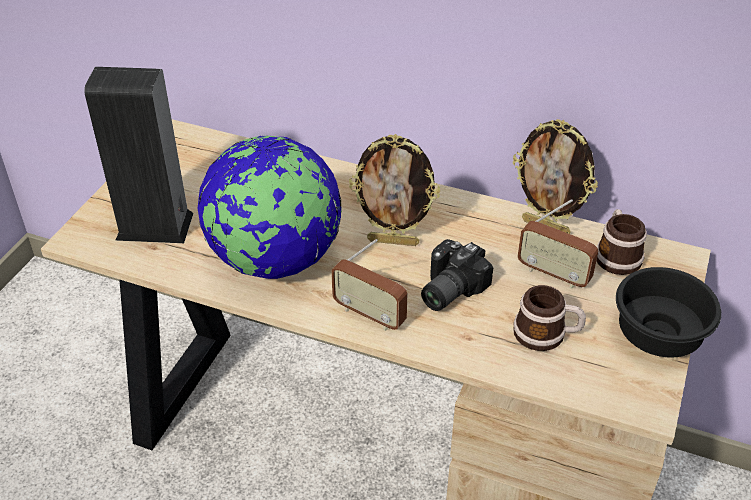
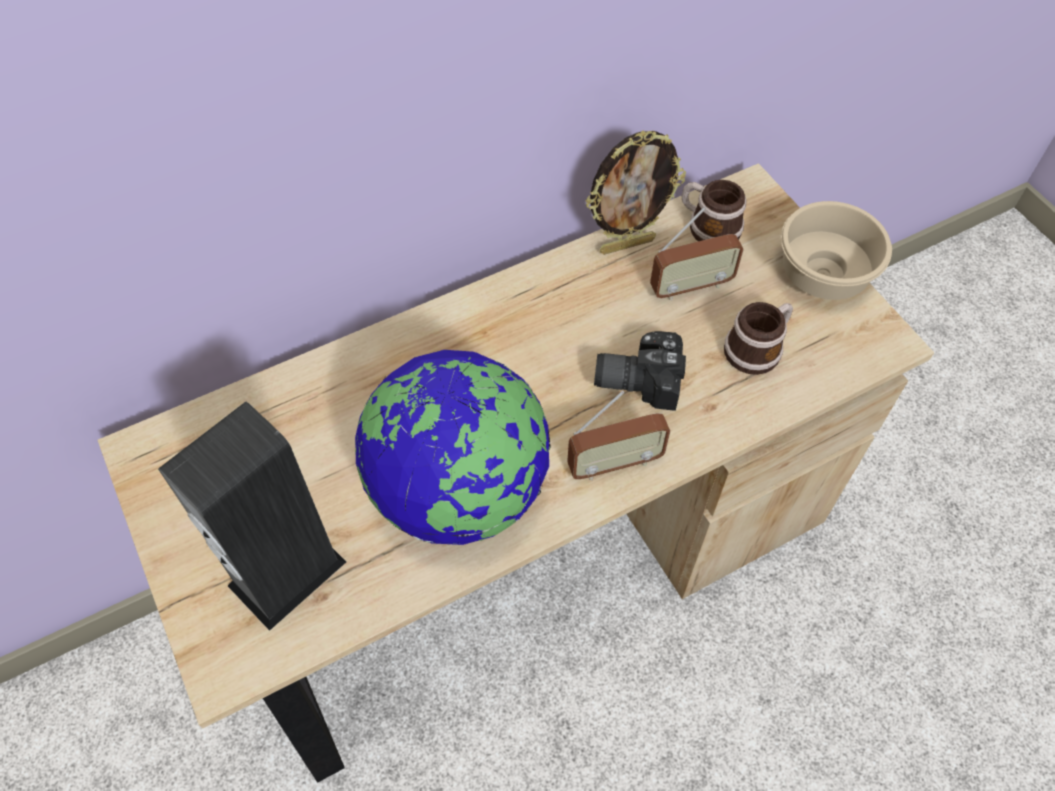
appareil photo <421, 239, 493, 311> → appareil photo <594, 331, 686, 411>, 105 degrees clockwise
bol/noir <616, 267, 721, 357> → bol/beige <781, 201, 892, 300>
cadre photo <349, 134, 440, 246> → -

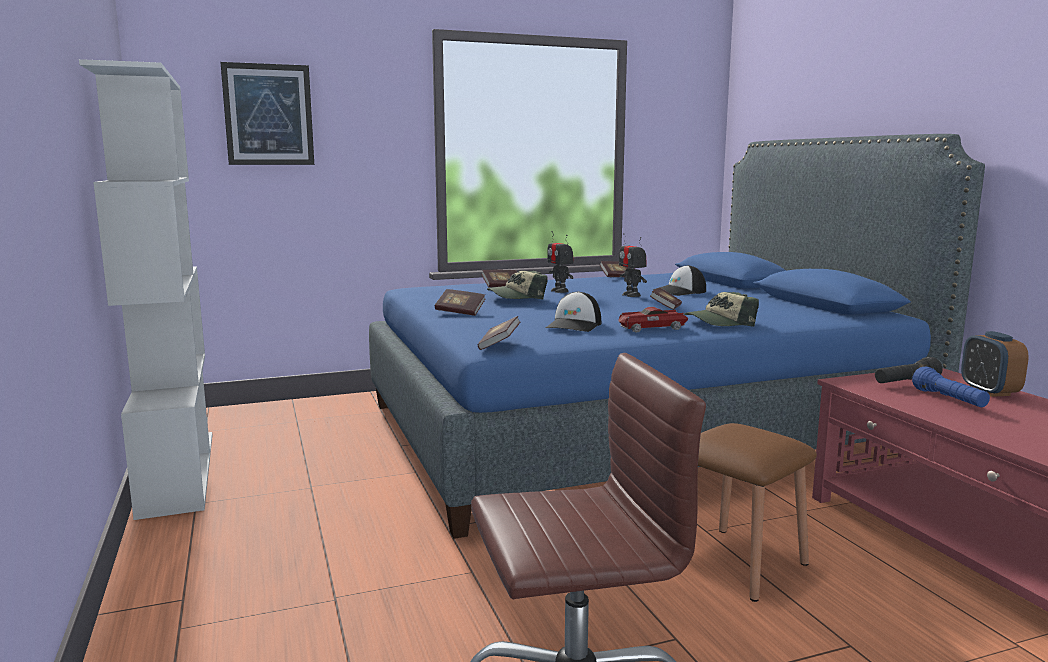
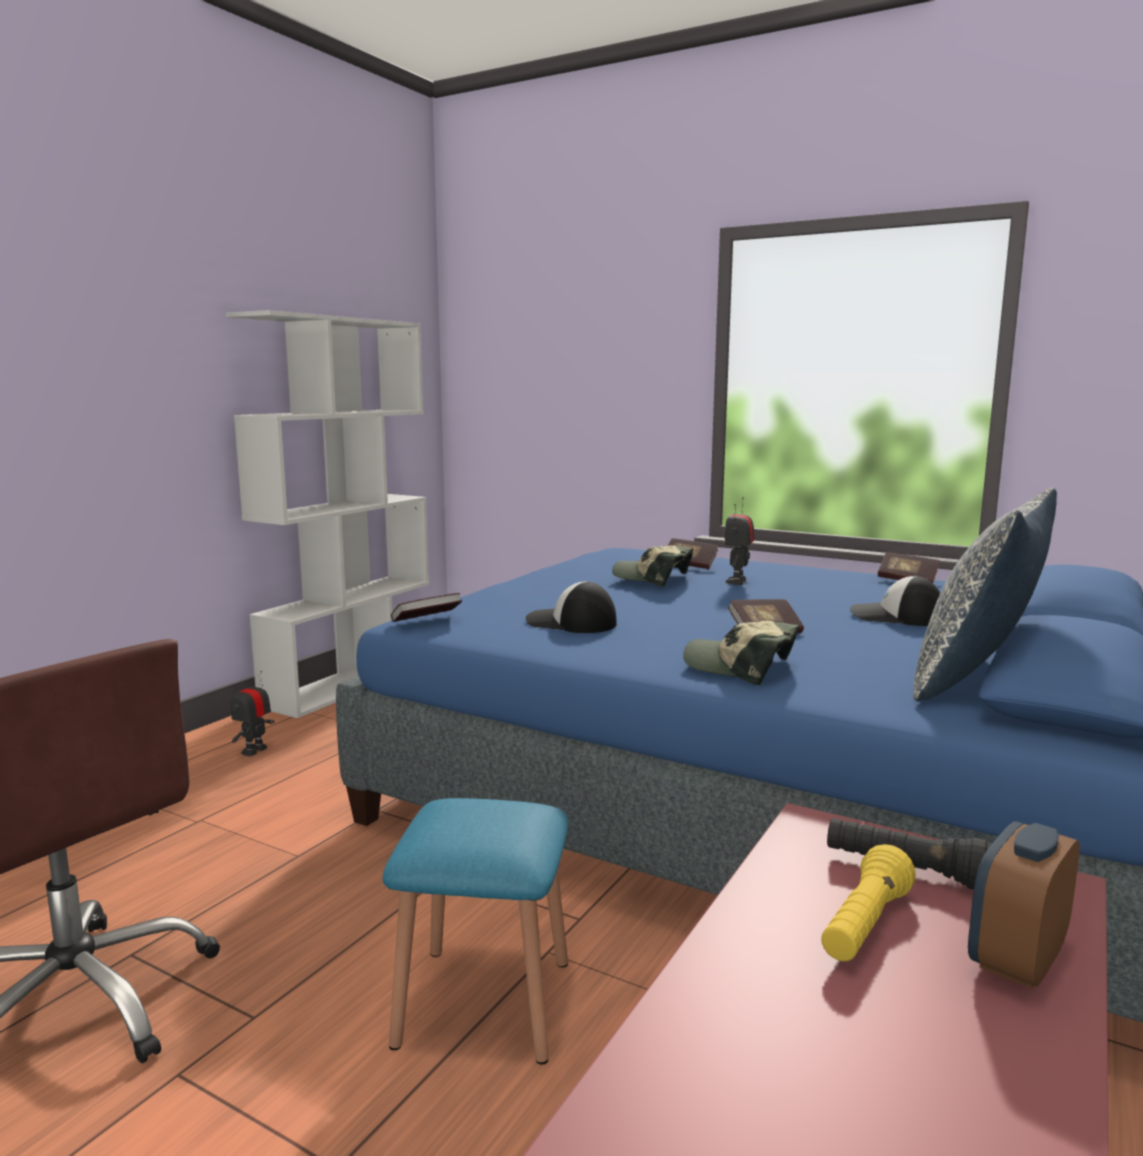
robot jouet <619, 234, 647, 297> → robot jouet <230, 671, 275, 757>, moved
tabouret/marron <698, 423, 817, 602> → tabouret/bleu <382, 798, 568, 1065>
casquette <545, 291, 601, 332> → casquette <525, 581, 617, 633>, 45 degrees clockwise
lampe de poche/bleu <912, 366, 990, 407> → lampe de poche/jaune <821, 844, 916, 962>
- → coussin <913, 488, 1057, 702>
tableau <220, 62, 314, 165> → -
livre <435, 289, 485, 316> → -
petite voiture <618, 307, 688, 332> → -

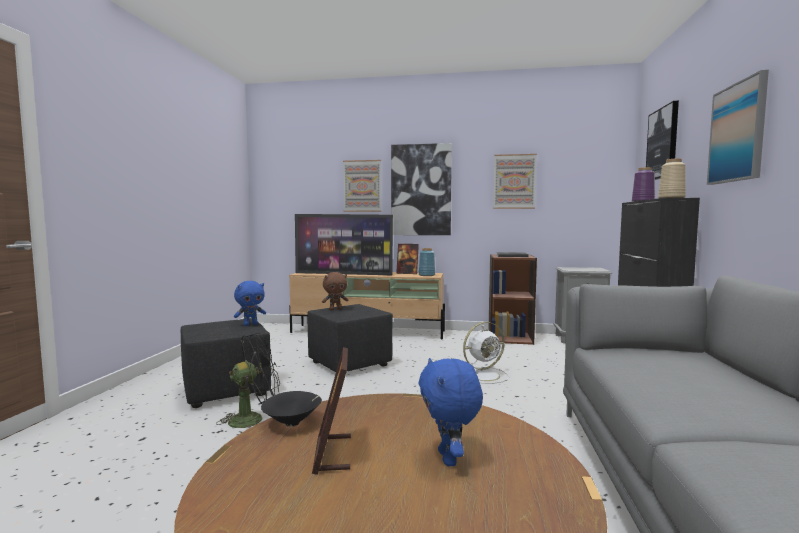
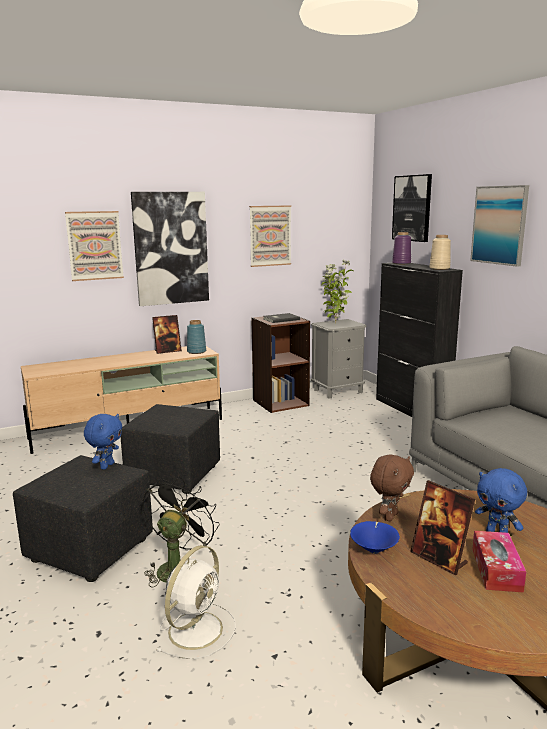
ventilateur/blanc <463, 322, 509, 384> → ventilateur/blanc <157, 545, 236, 660>, moved
- → plante en pot <321, 260, 353, 323>
bol/noir <261, 391, 322, 427> → bol/bleu <350, 521, 400, 554>
peluche/marron <322, 272, 348, 310> → peluche/marron <370, 454, 414, 521>, moved
- → boîte à mouchoirs <472, 531, 526, 593>
téléviseur <295, 214, 393, 275> → -

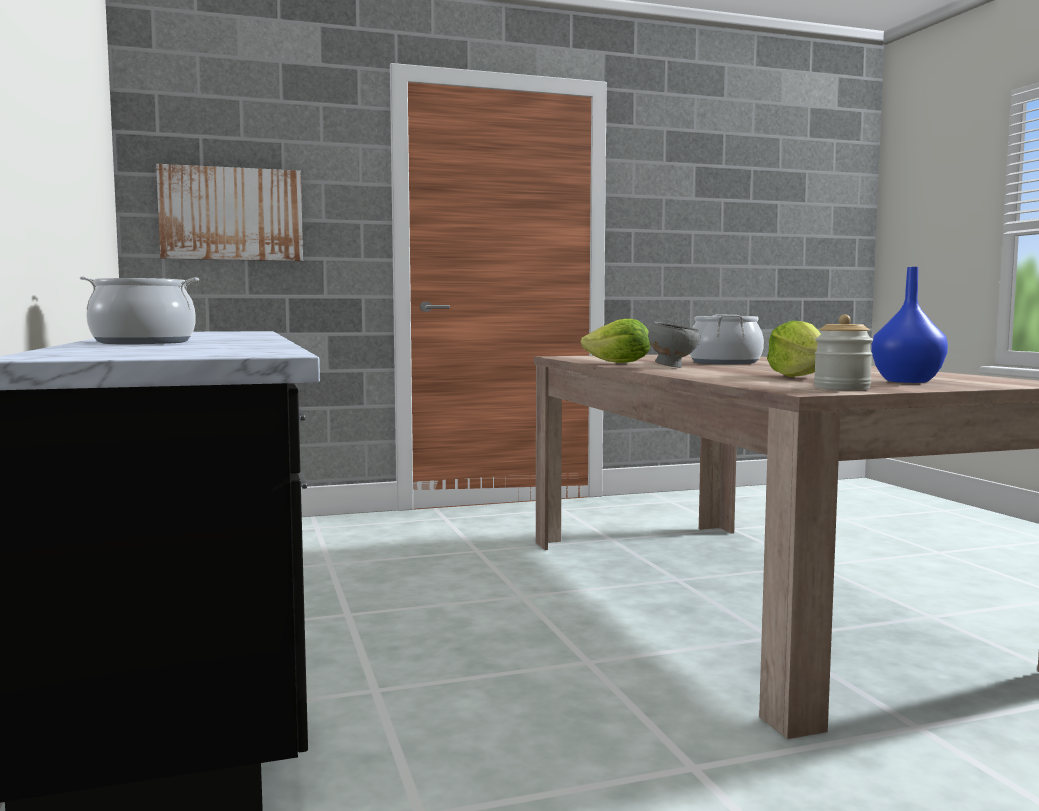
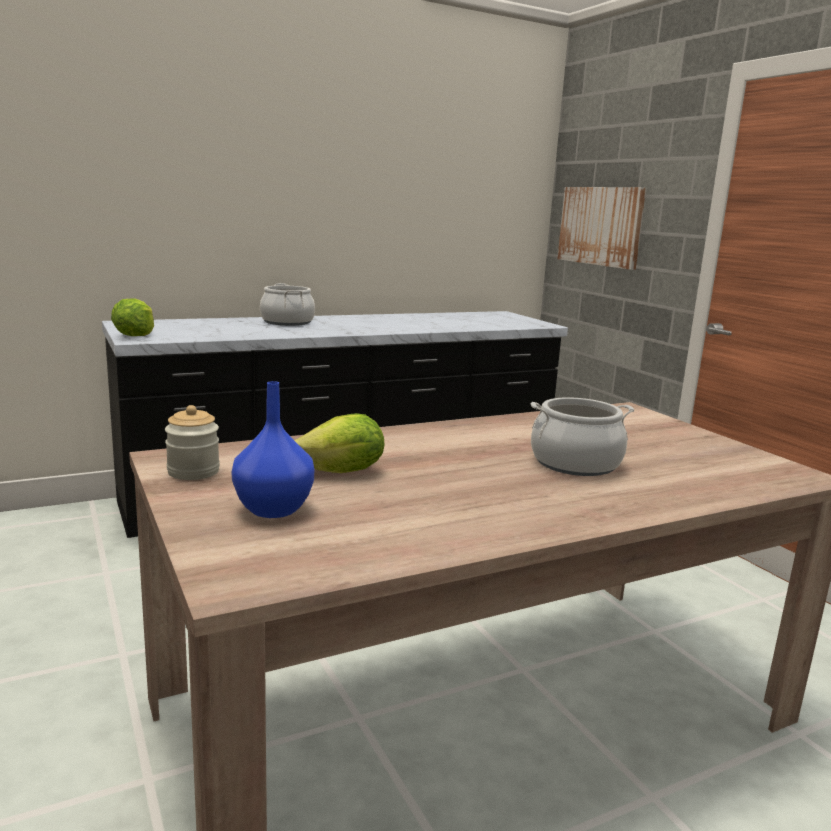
laitue <581, 319, 651, 363> → laitue <111, 298, 154, 336>, moved
bol/gris <648, 322, 700, 368> → -

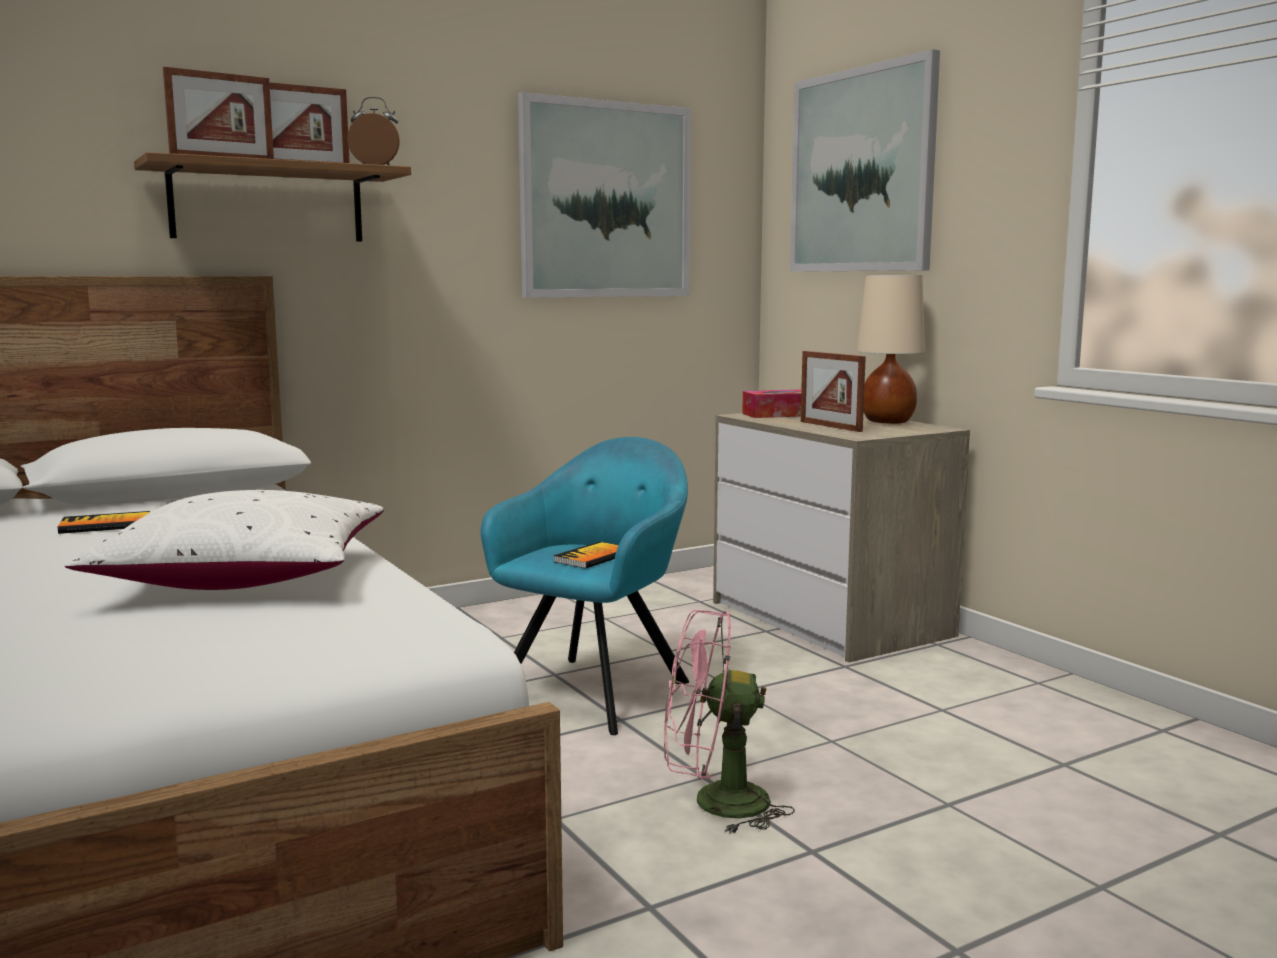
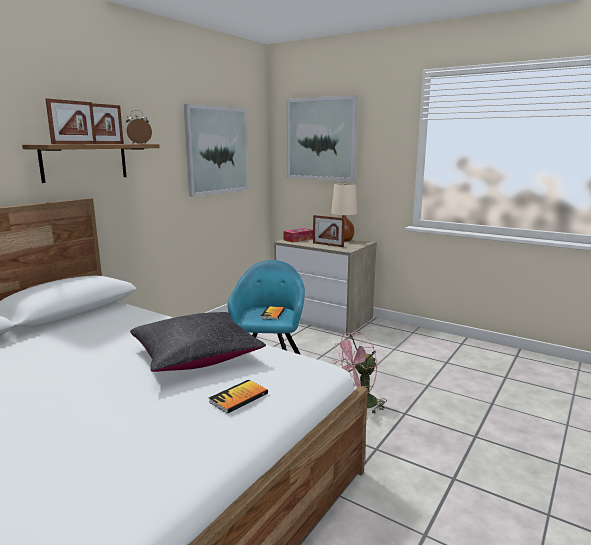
coussin/blanc <64, 490, 384, 590> → coussin/noir <130, 312, 266, 372>
livre <58, 511, 150, 534> → livre <209, 380, 268, 414>, moved

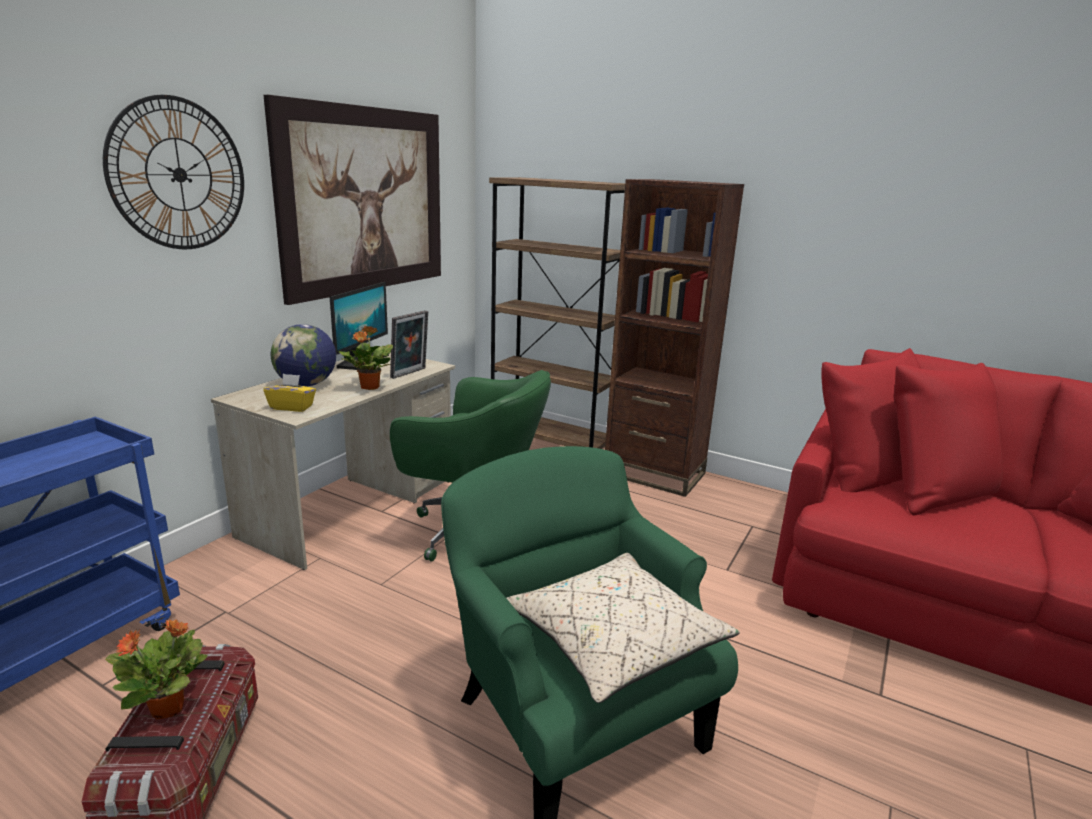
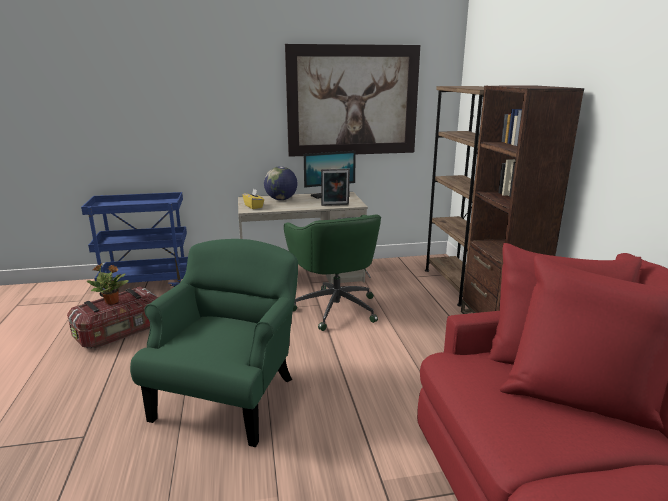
horloge murale <103, 95, 244, 249> → -
plante en pot <339, 326, 393, 390> → -
coussin/beige <507, 553, 740, 703> → -

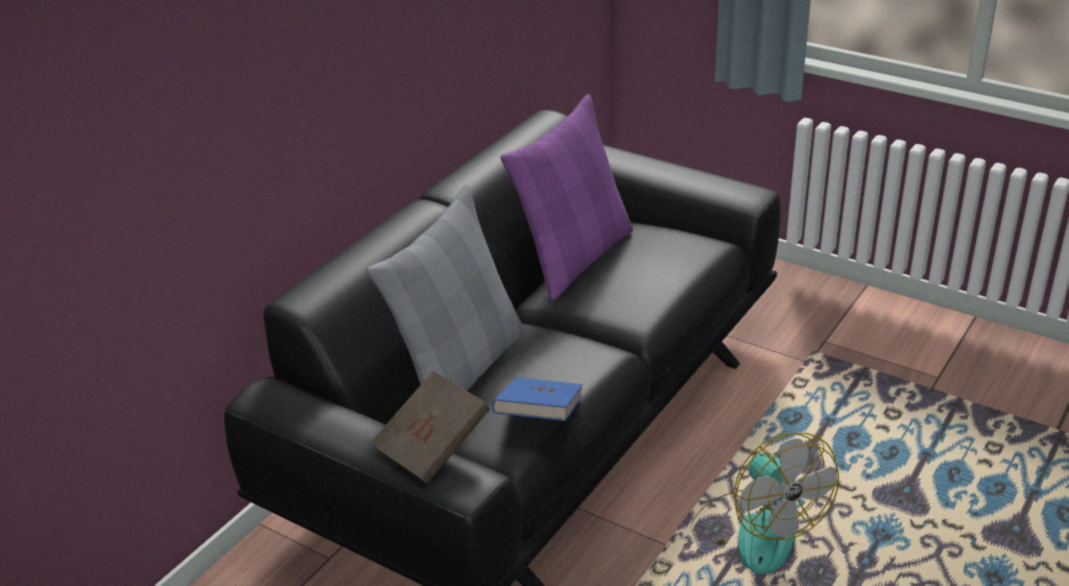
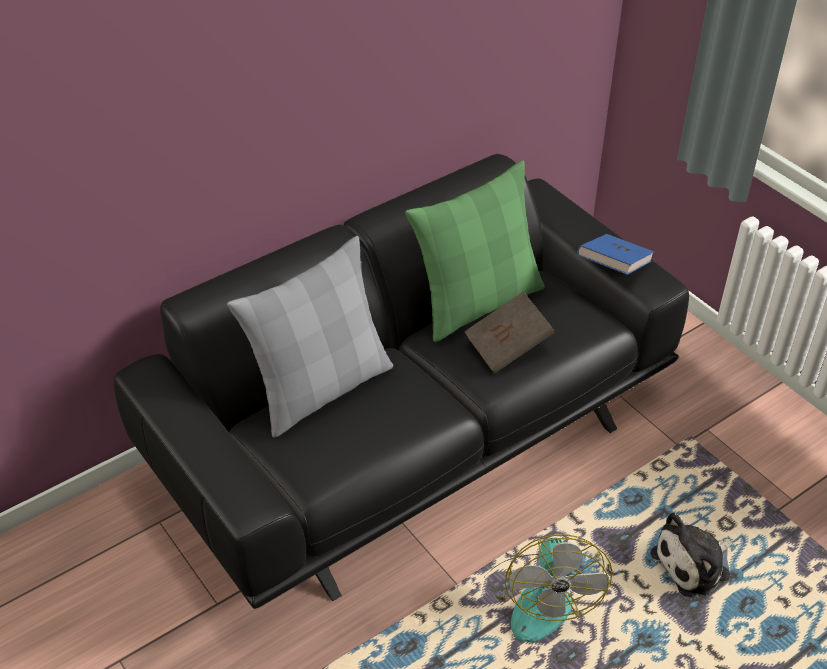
coussin/violet <500, 94, 633, 301> → coussin/vert <405, 160, 545, 342>
livre/marron <372, 371, 490, 484> → livre/marron <464, 292, 555, 374>, moved
livre/bleu <492, 377, 583, 421> → livre/bleu <577, 234, 654, 275>, moved
- → peluche <650, 512, 733, 598>

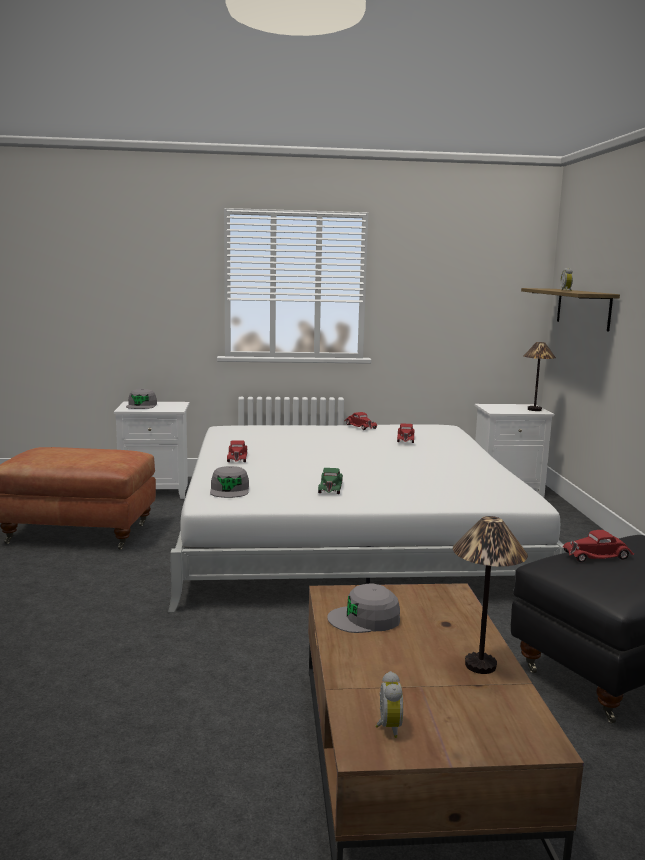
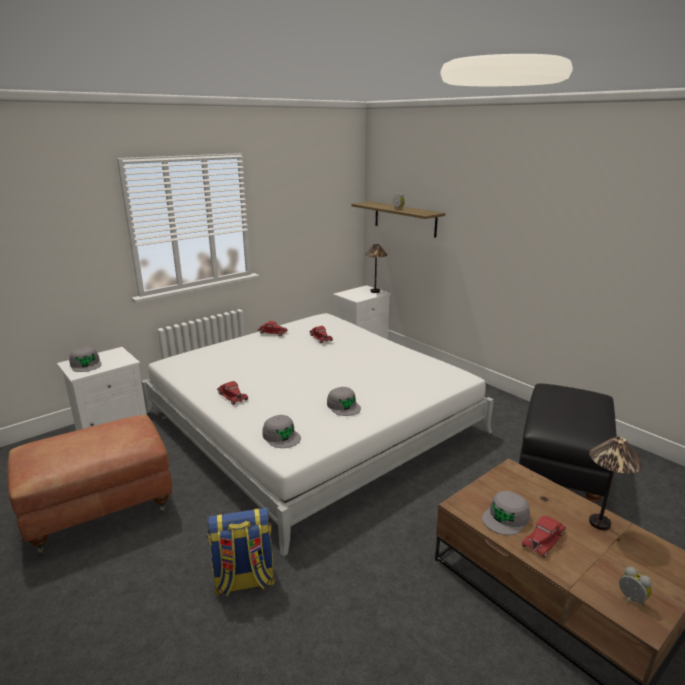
- → sac à dos <207, 507, 275, 596>
petite voiture/vert <318, 468, 343, 494> → casquette/gris <327, 387, 361, 416>
petite voiture/rouge <563, 530, 634, 562> → petite voiture/rouge <522, 516, 566, 558>, moved

